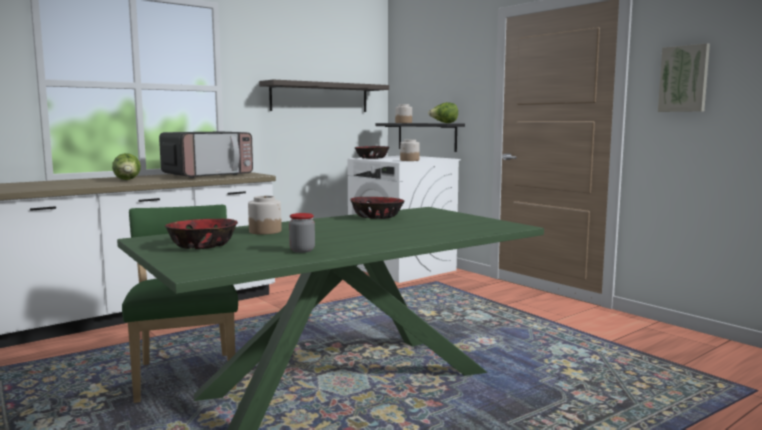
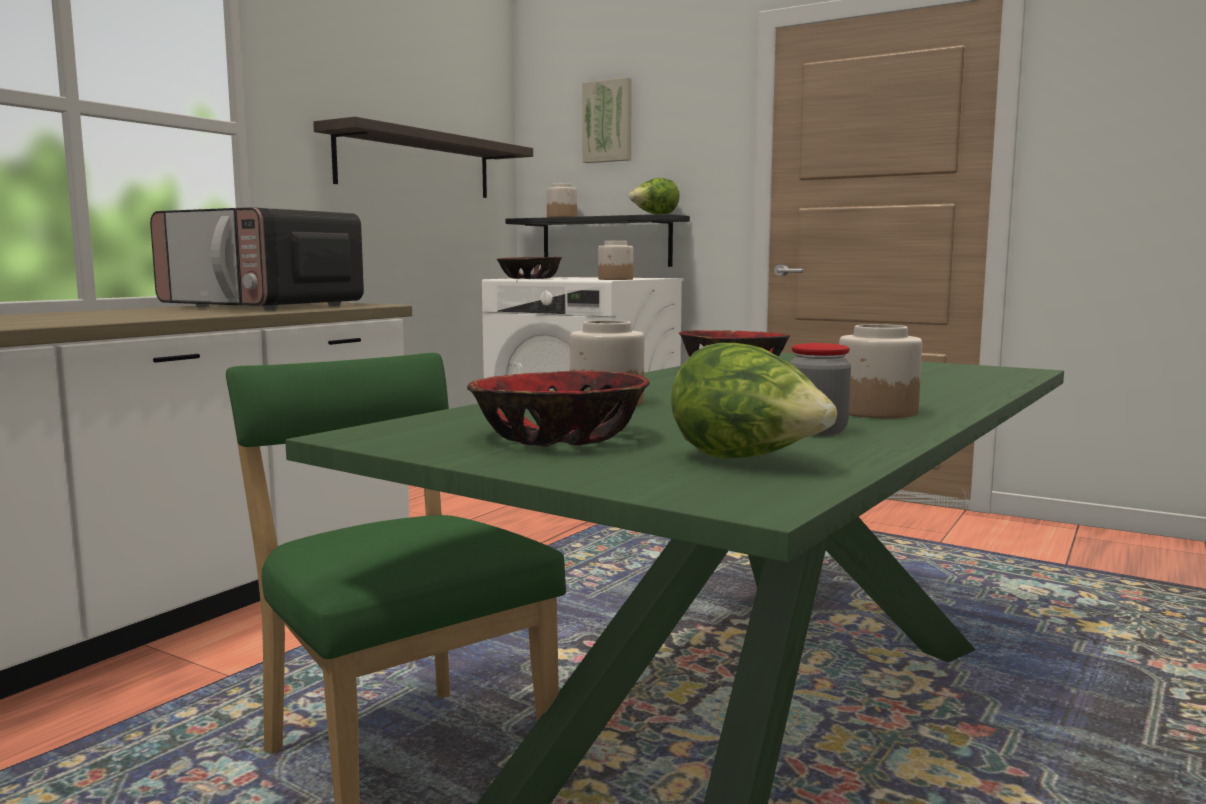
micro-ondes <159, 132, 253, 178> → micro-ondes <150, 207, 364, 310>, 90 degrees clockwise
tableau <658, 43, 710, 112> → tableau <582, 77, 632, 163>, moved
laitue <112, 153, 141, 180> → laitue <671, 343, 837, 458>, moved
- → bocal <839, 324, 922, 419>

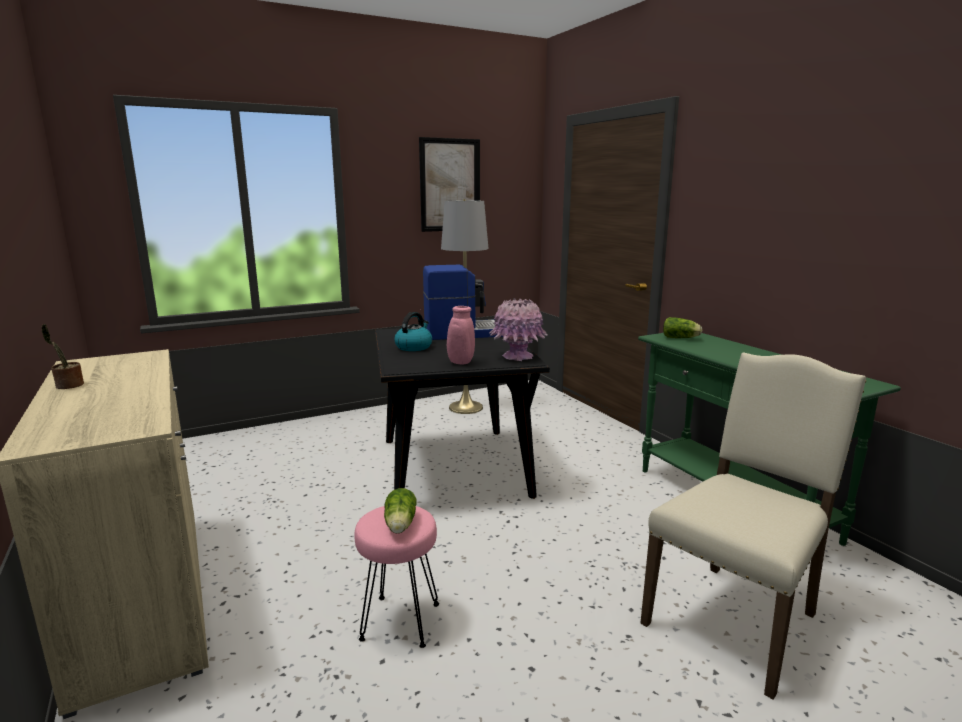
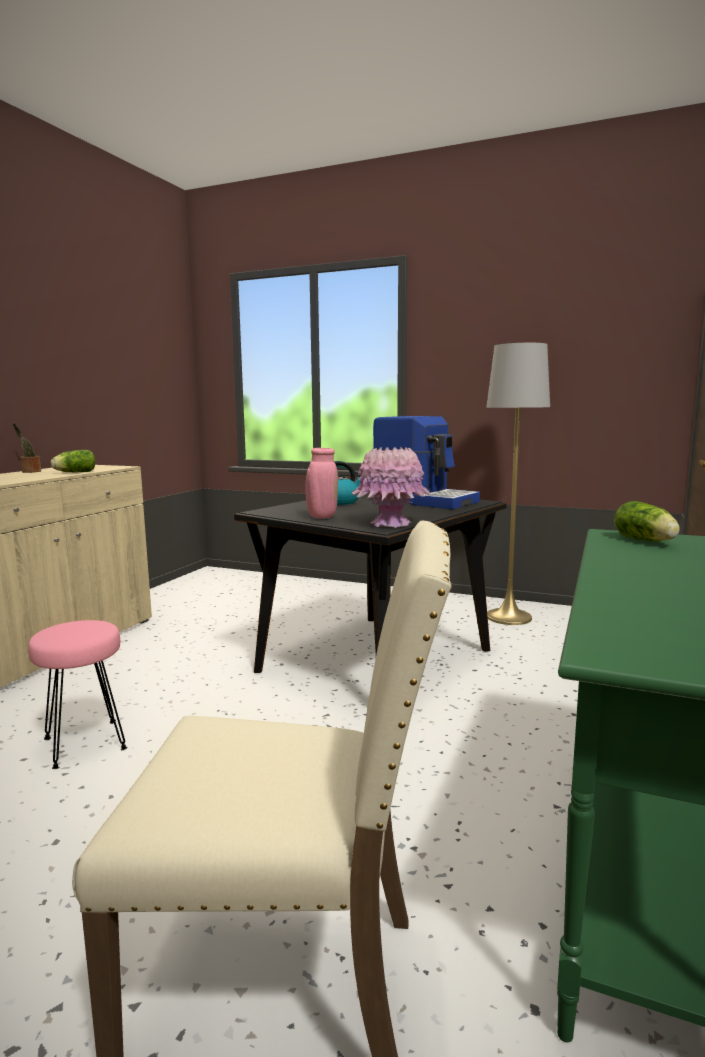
laitue <384, 488, 417, 534> → laitue <51, 450, 95, 472>, moved
tableau <419, 137, 480, 232> → -

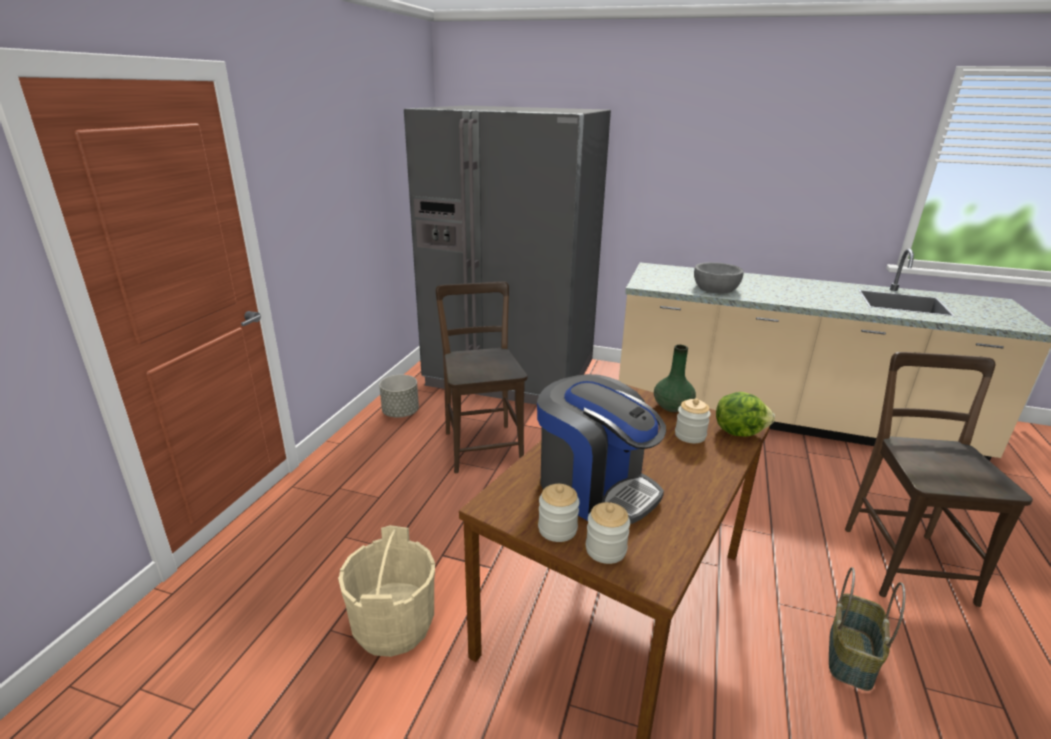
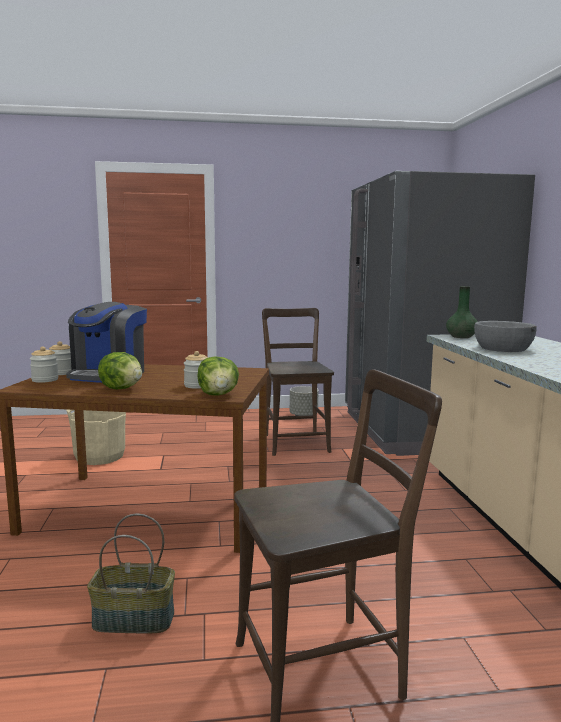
- → laitue <98, 352, 142, 389>
chaise/marron <436, 281, 528, 473> → chaise/marron <262, 308, 334, 456>, 60 degrees counterclockwise
vase/vert <654, 345, 696, 412> → vase/vert <446, 286, 478, 338>, moved

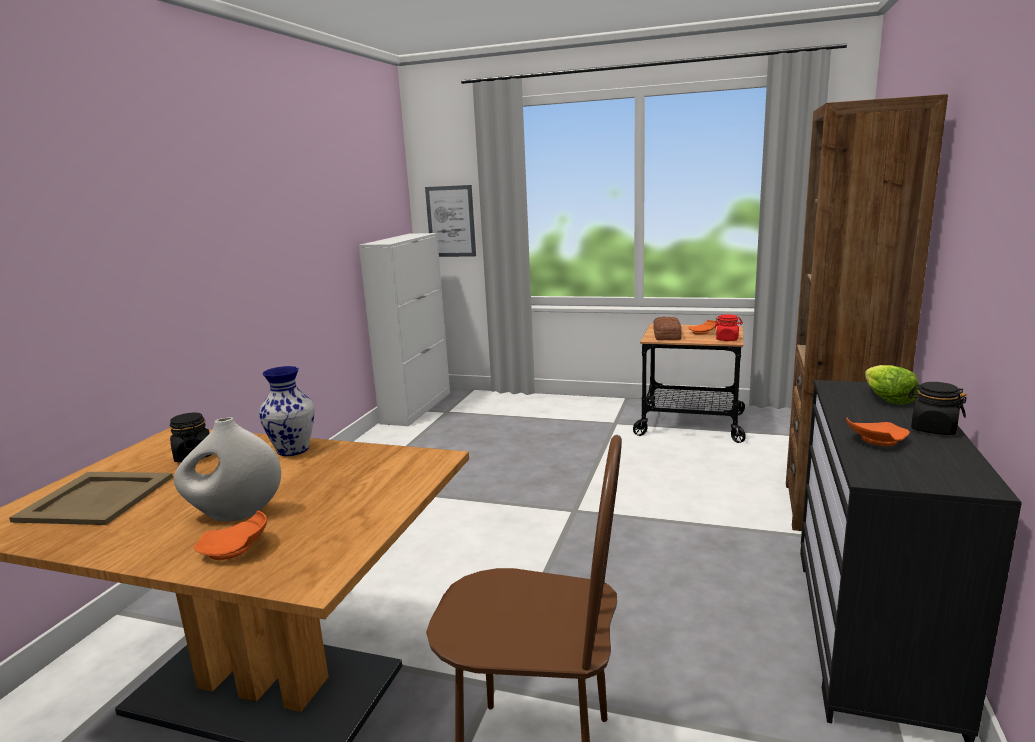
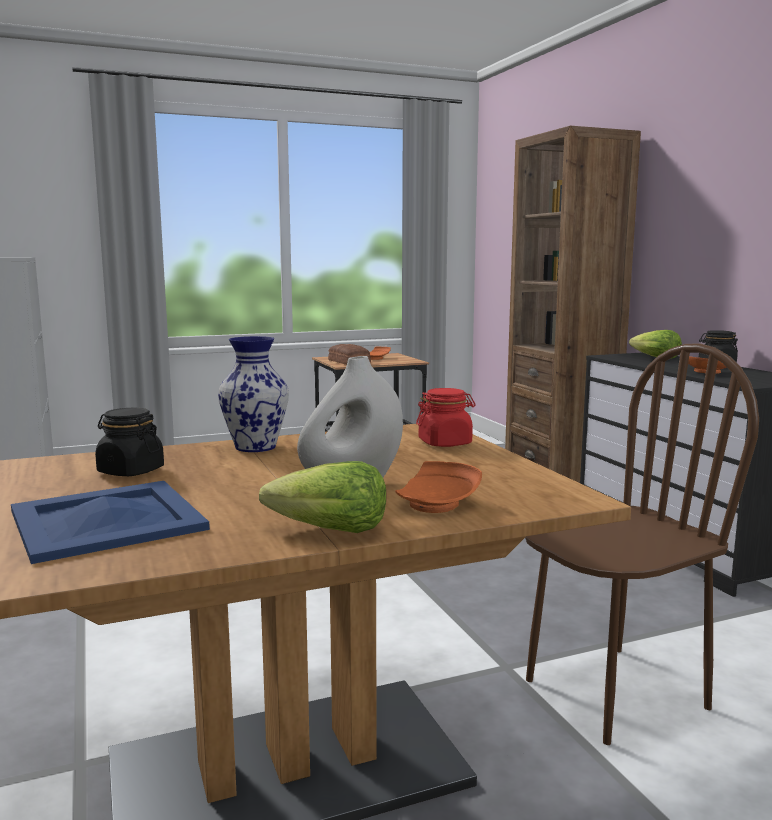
plateau/beige <9, 472, 173, 525> → plateau/bleu <11, 481, 210, 564>
- → laitue <259, 461, 386, 533>
bocal/rouge <714, 314, 743, 341> → bocal/rouge <416, 388, 475, 447>, moved
tableau <425, 185, 476, 257> → -

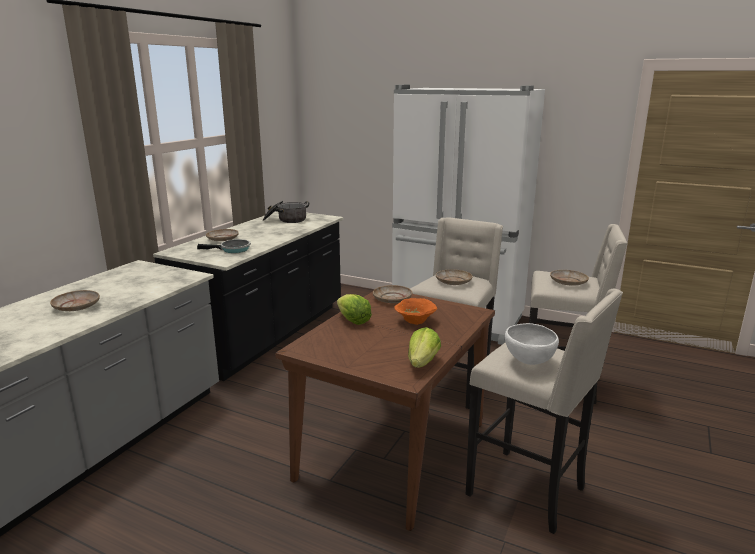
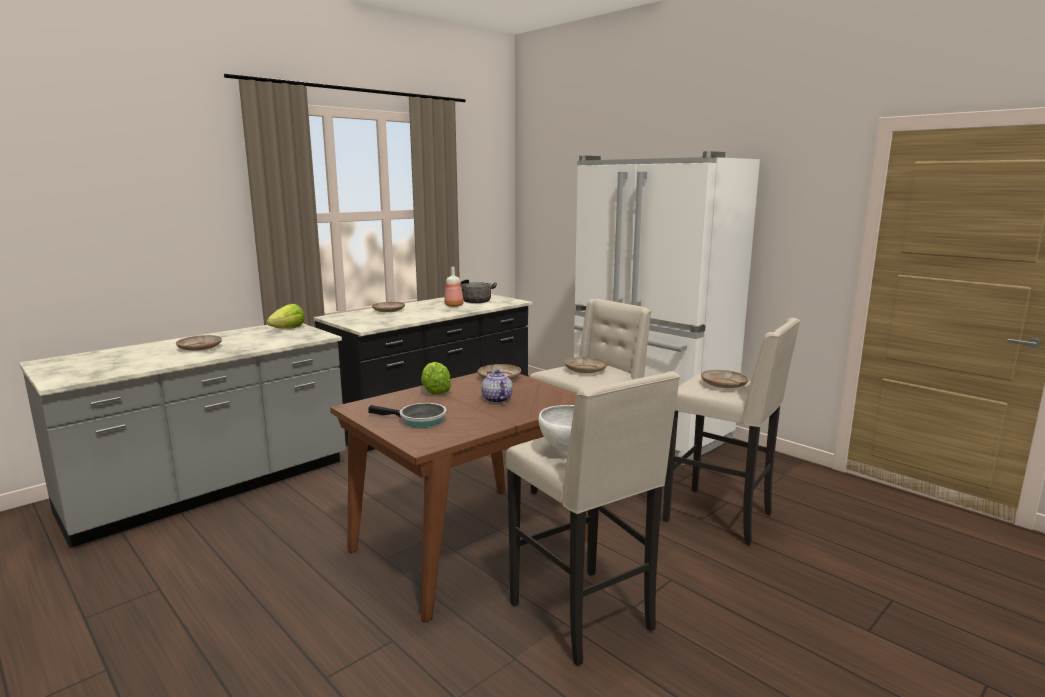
laitue <408, 327, 441, 368> → laitue <267, 304, 305, 329>, moved
poêle <197, 239, 251, 253> → poêle <369, 403, 447, 428>, moved
- → bouteille <444, 267, 464, 307>
bol/orange <394, 298, 437, 325> → théière <481, 370, 513, 403>

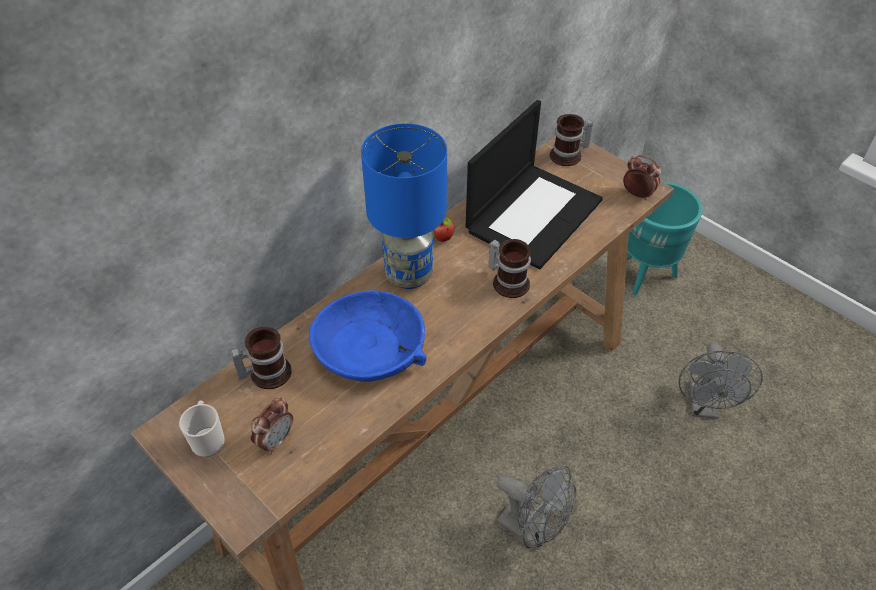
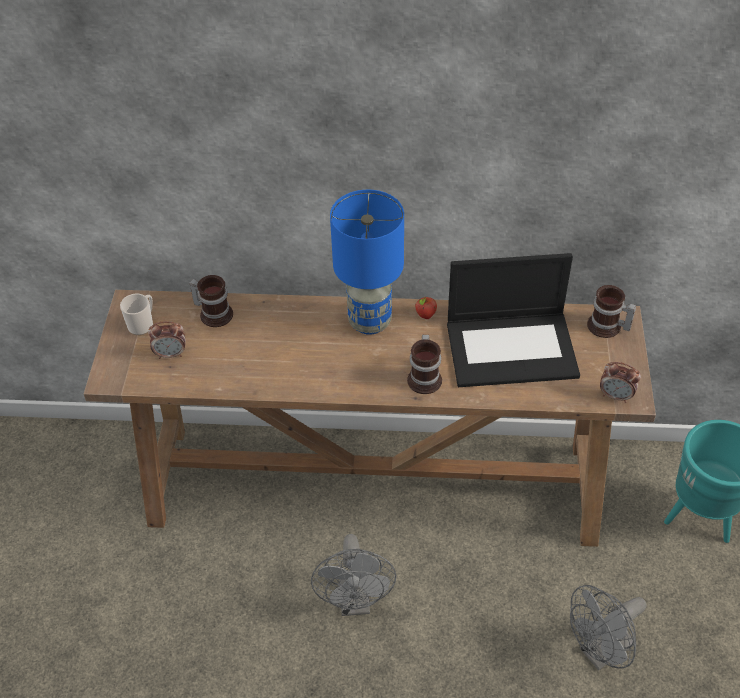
réveil <623, 155, 661, 200> → réveil <600, 362, 641, 403>, 120 degrees clockwise
bol/bleu <309, 290, 427, 382> → -

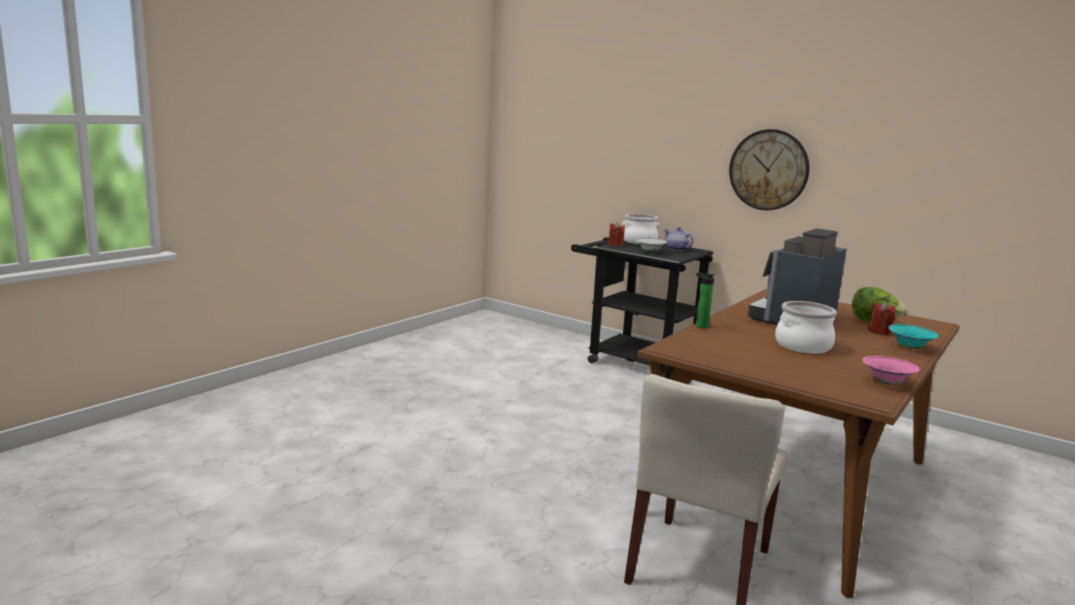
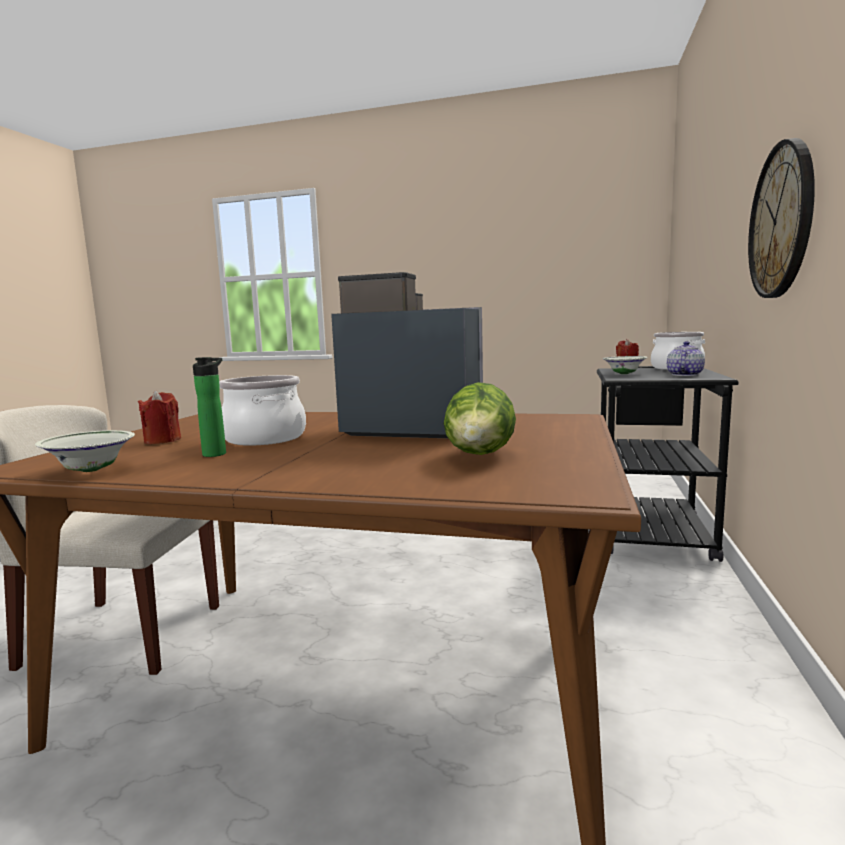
bol/rose <862, 356, 920, 385> → bol/blanc <35, 430, 135, 472>
bougie/rouge <868, 302, 896, 335> → bougie/rouge <138, 391, 181, 444>, moved
bouteille <696, 272, 715, 328> → bouteille <193, 357, 226, 457>, moved
bol/turquoise <888, 324, 938, 349> → -

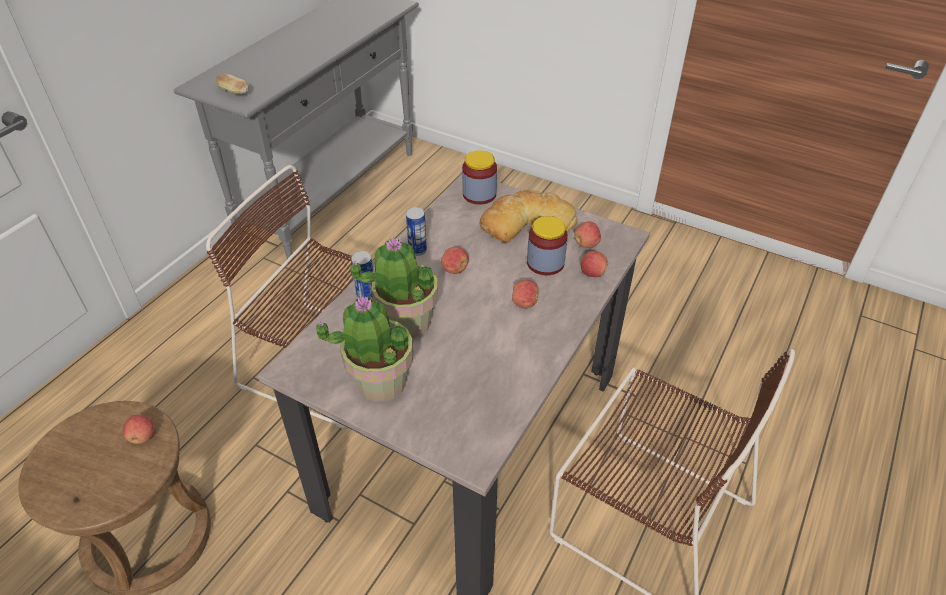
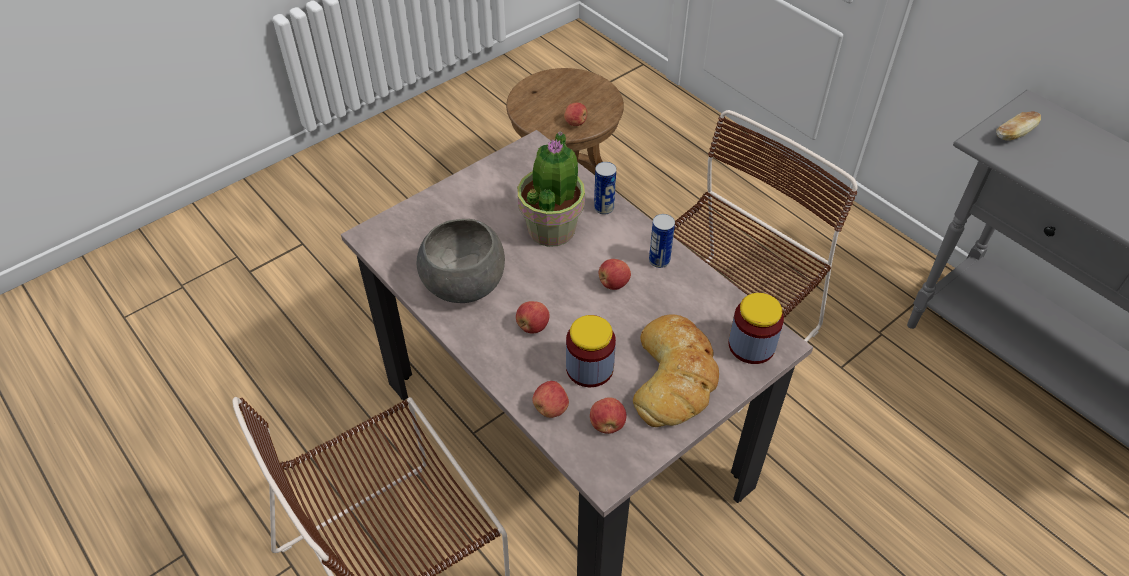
- → bol/gris <417, 219, 505, 303>
plante en pot <316, 296, 413, 402> → -

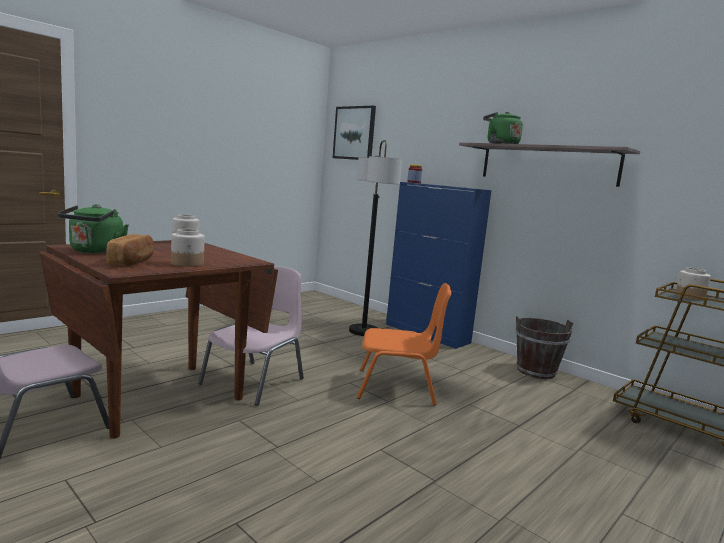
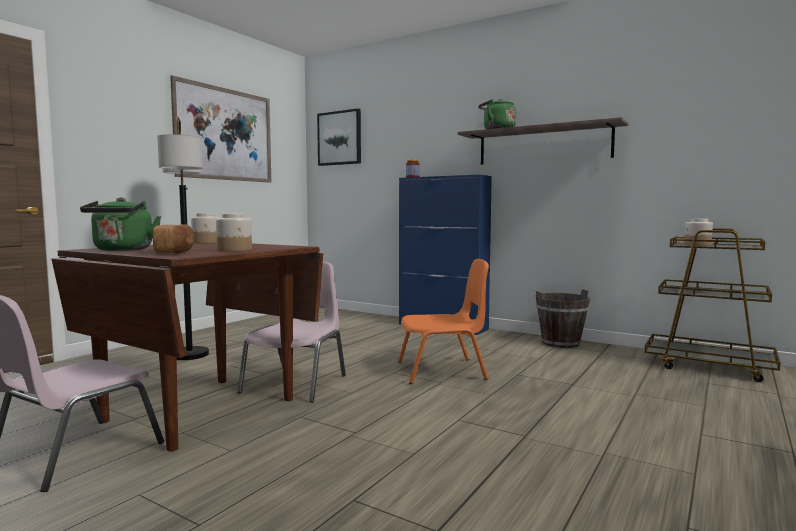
lampadaire <349, 140, 402, 336> → lampadaire <157, 117, 209, 360>, moved
- → tableau <170, 75, 271, 183>

